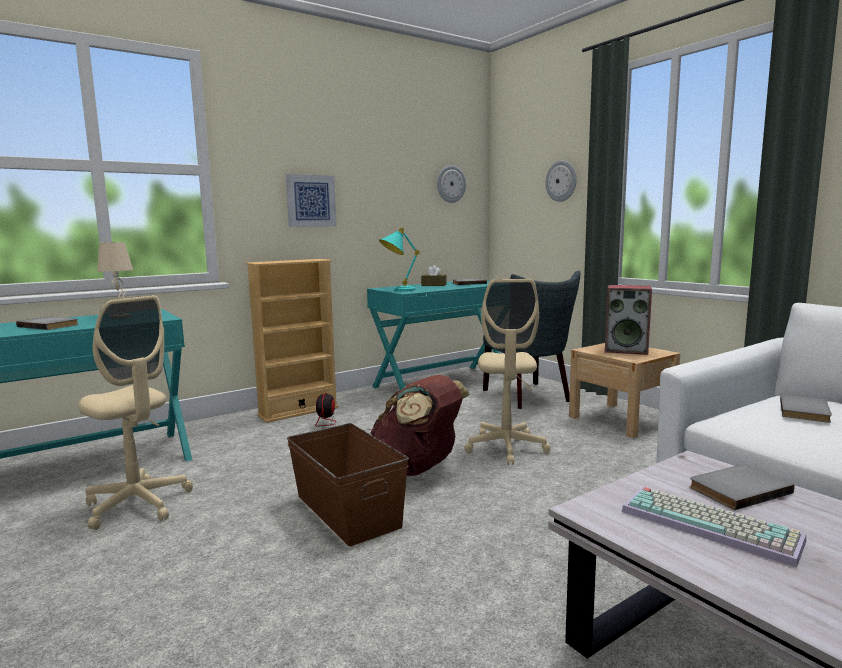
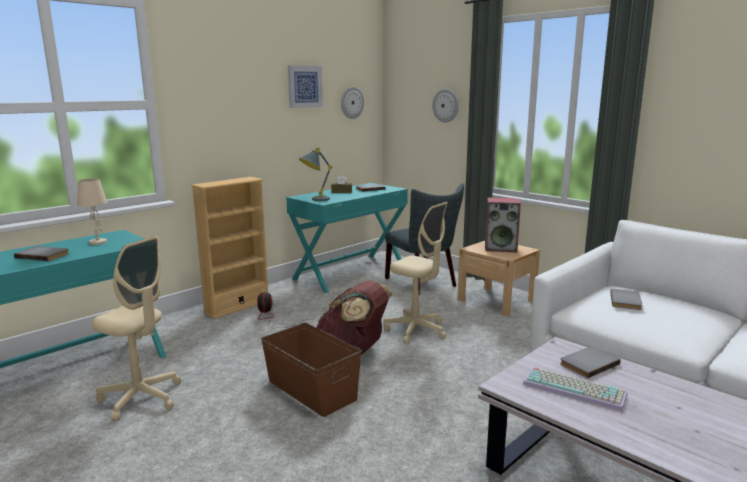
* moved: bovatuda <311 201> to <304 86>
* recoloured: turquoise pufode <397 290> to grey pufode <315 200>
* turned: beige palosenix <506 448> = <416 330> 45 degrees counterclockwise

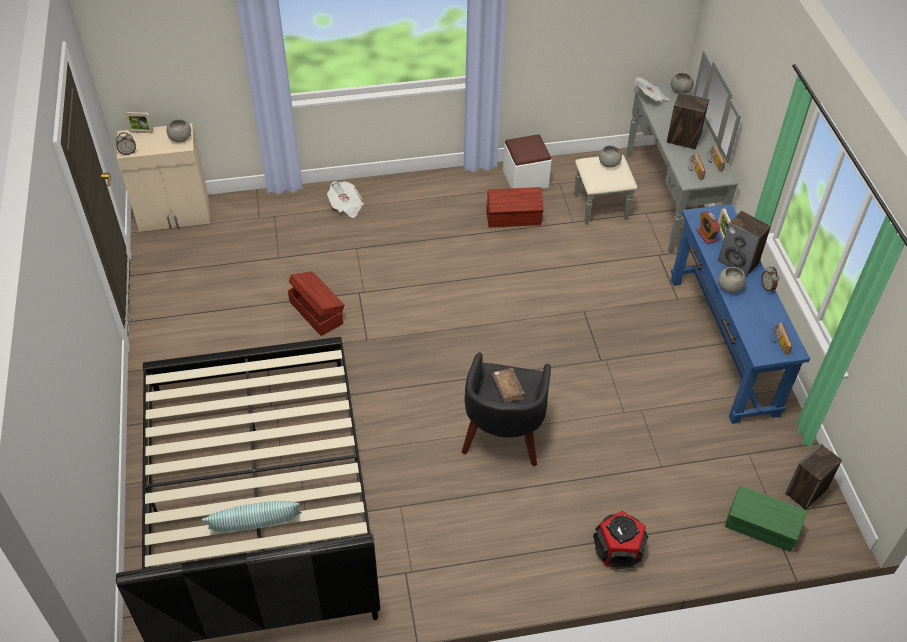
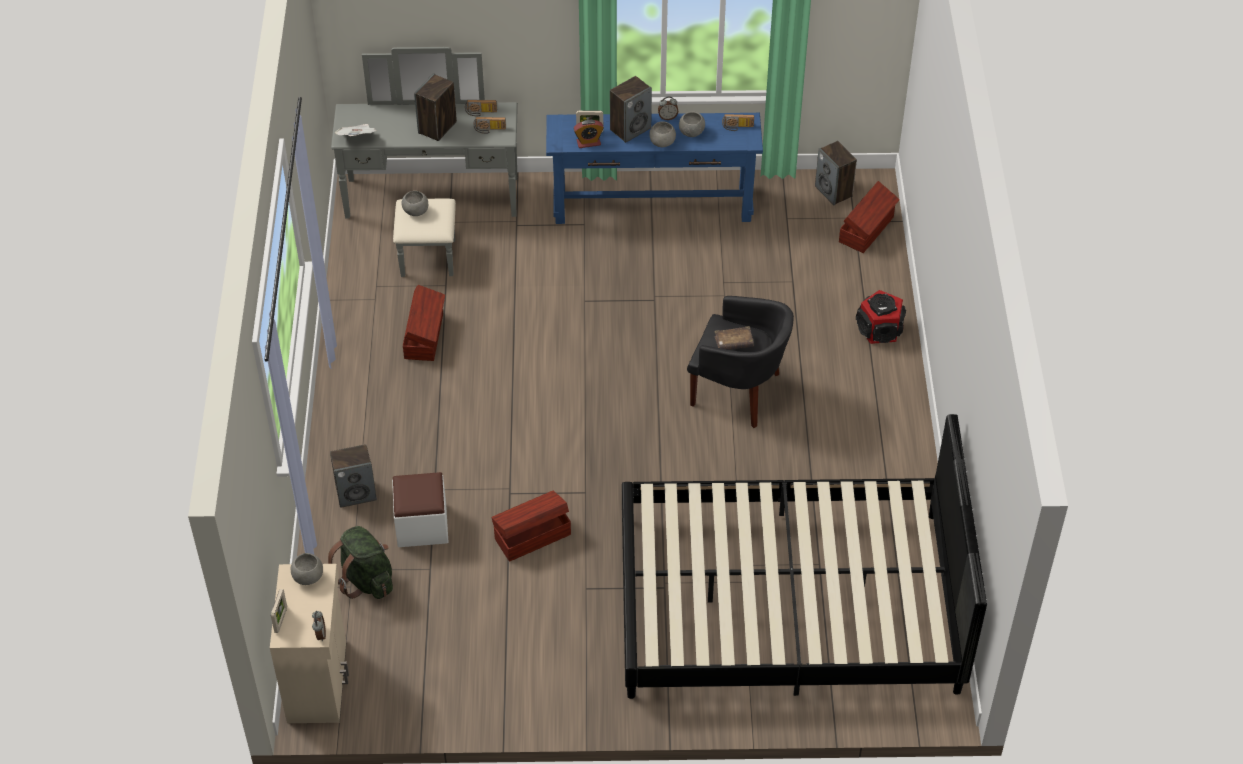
* removed: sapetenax <255 526>
* added: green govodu <365 579>
* moved: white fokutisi <525 178> to <422 525>
* moved: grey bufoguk <680 91> to <692 132>
* replaced: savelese <346 206> to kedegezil <356 493>
* recoloured: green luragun <761 528> to brown luragun <867 229>

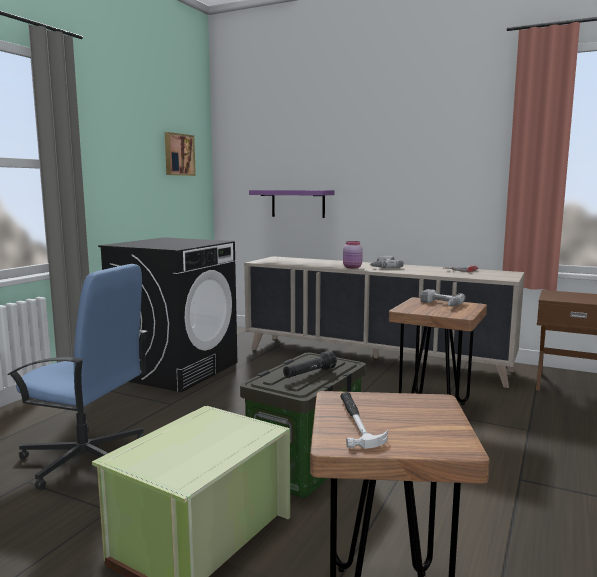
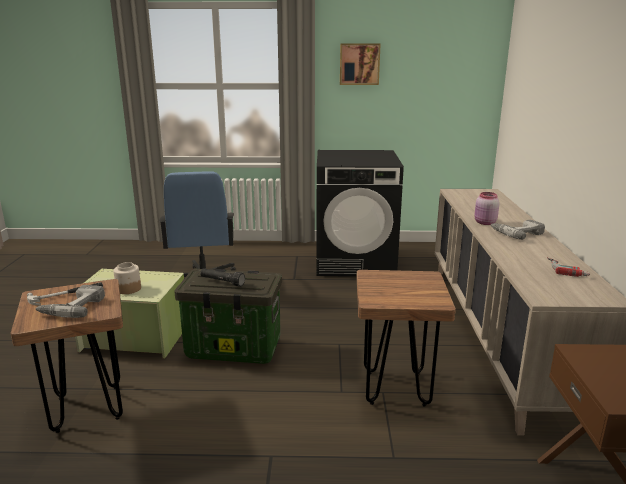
* removed: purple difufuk <298 203>
* added: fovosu <128 289>
* moved: bovatuda <178 154> to <359 64>
* moved: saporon <440 304> to <72 307>

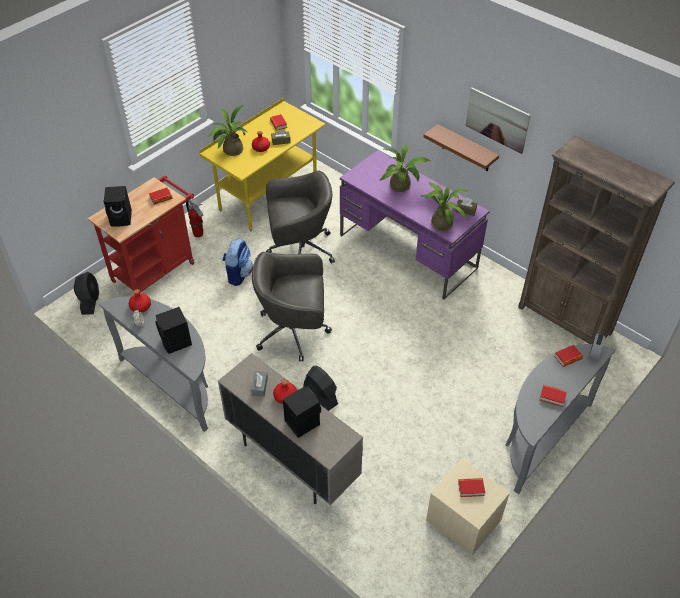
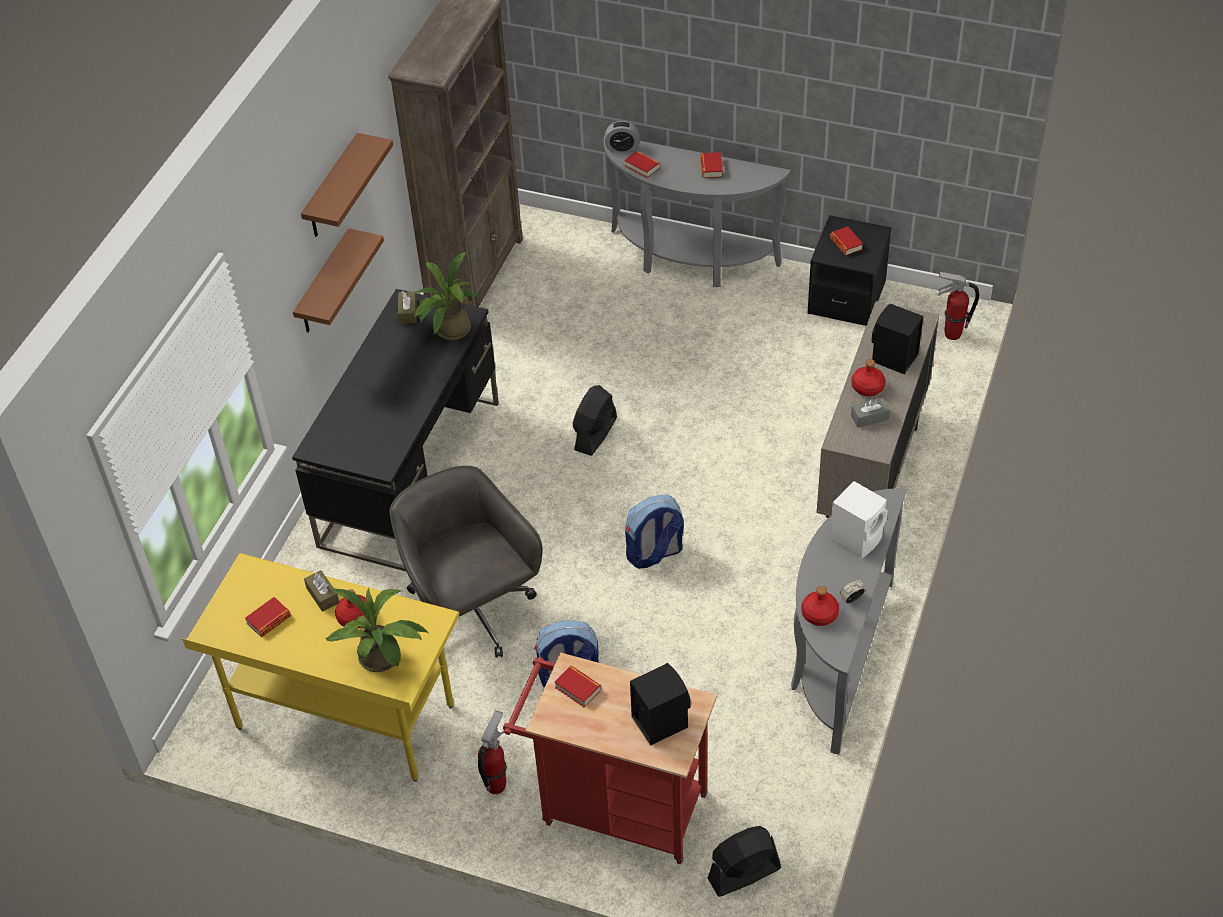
* removed: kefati <402 186>
* added: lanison <952 334>
* moved: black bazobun <320 395> to <595 434>
* replaced: grey palosenix <294 332> to govodu <654 554>
* replaced: bovatuda <497 120> to brown difufuk <332 189>
* recoloured: black kedegezil <176 343> to white kedegezil <857 538>
* recoloured: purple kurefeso <408 252> to black kurefeso <411 473>
* recoloured: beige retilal <463 521> to black retilal <846 298>

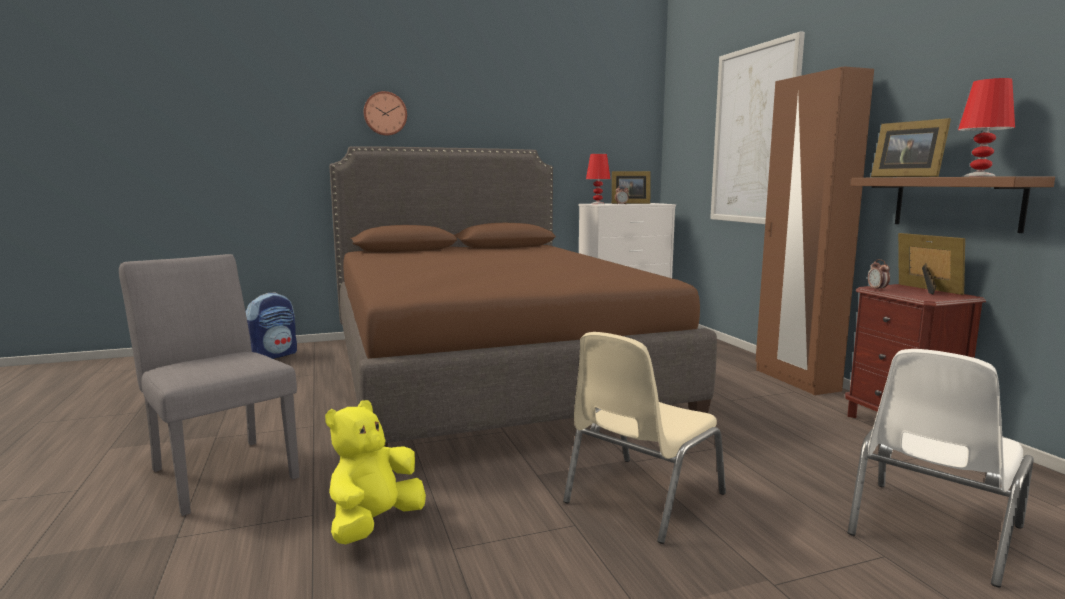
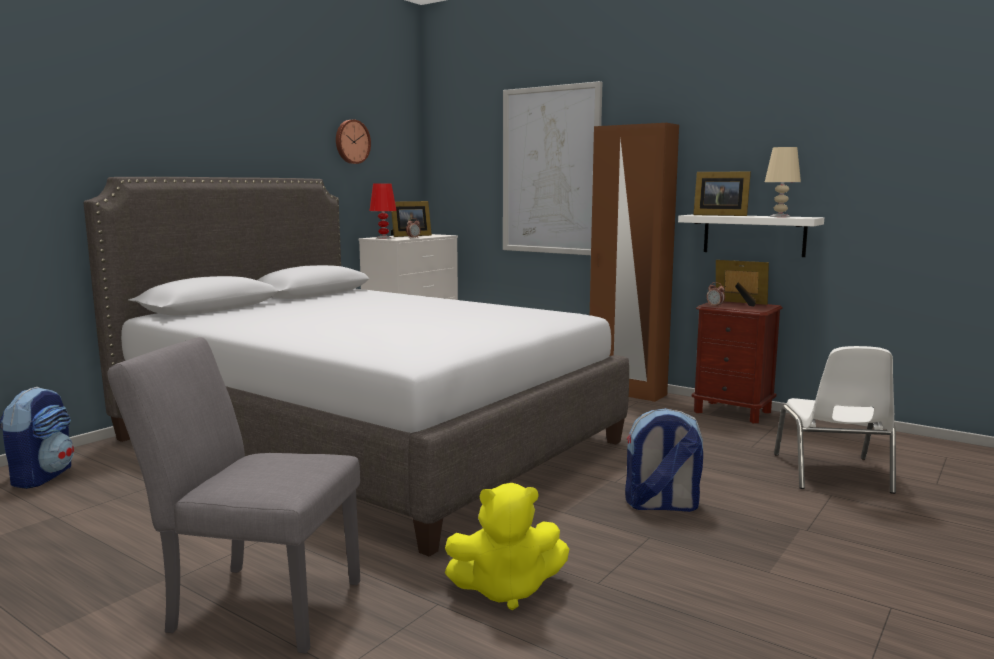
* moved: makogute <385 113> to <351 141>
* replaced: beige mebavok <641 498> to govodu <661 505>
* recoloured: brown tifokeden <487 374> to grey tifokeden <366 441>
* recoloured: brown difufuk <956 202> to white difufuk <754 235>
* recoloured: red pufode <979 176> to beige pufode <779 216>
* turned: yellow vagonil <374 524> = <506 590> 90 degrees counterclockwise

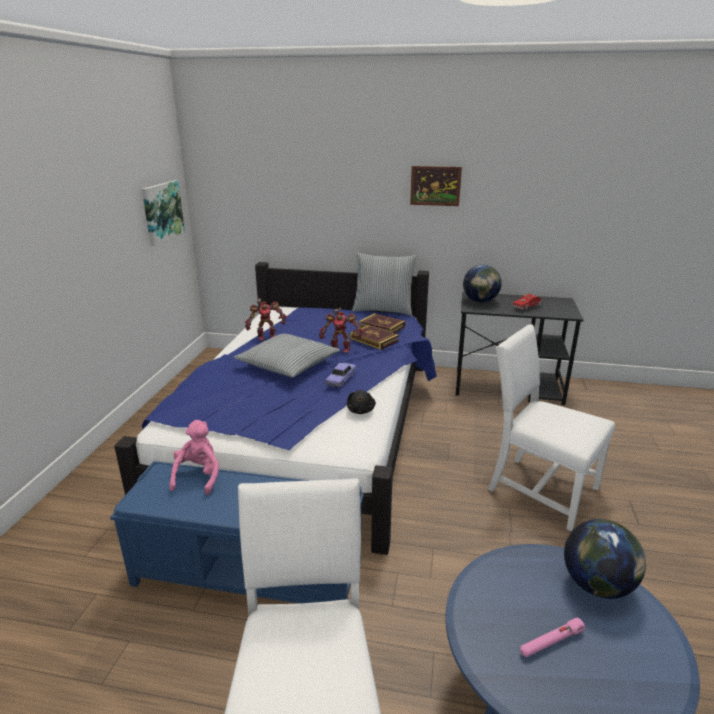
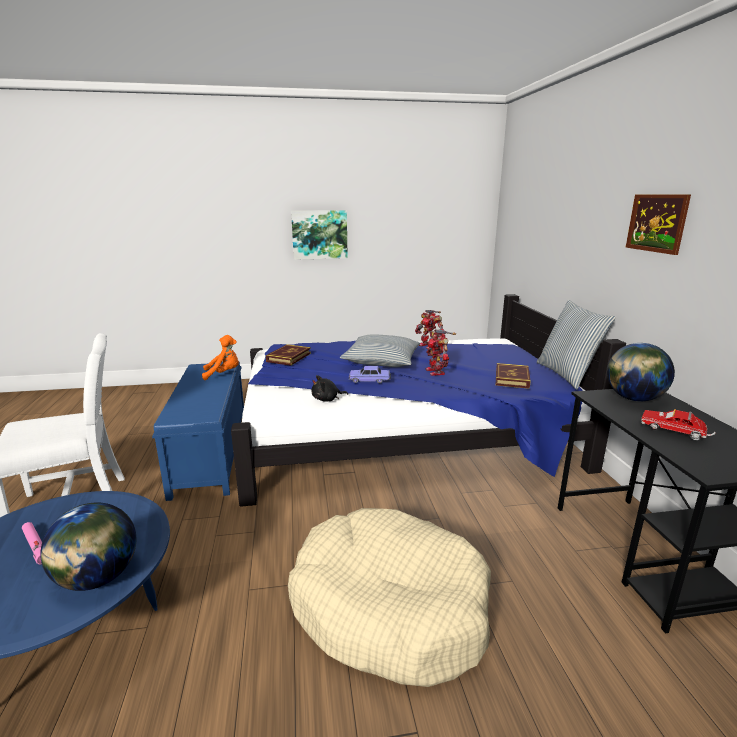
* moved: bovatuda <162 212> to <319 234>
* moved: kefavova <374 340> to <289 357>
* replaced: white mebavok <538 489> to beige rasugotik <389 607>
* recoloured: pink vagonil <198 476> to orange vagonil <223 374>

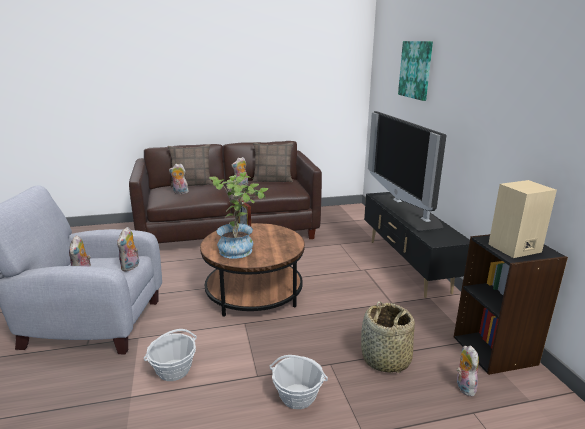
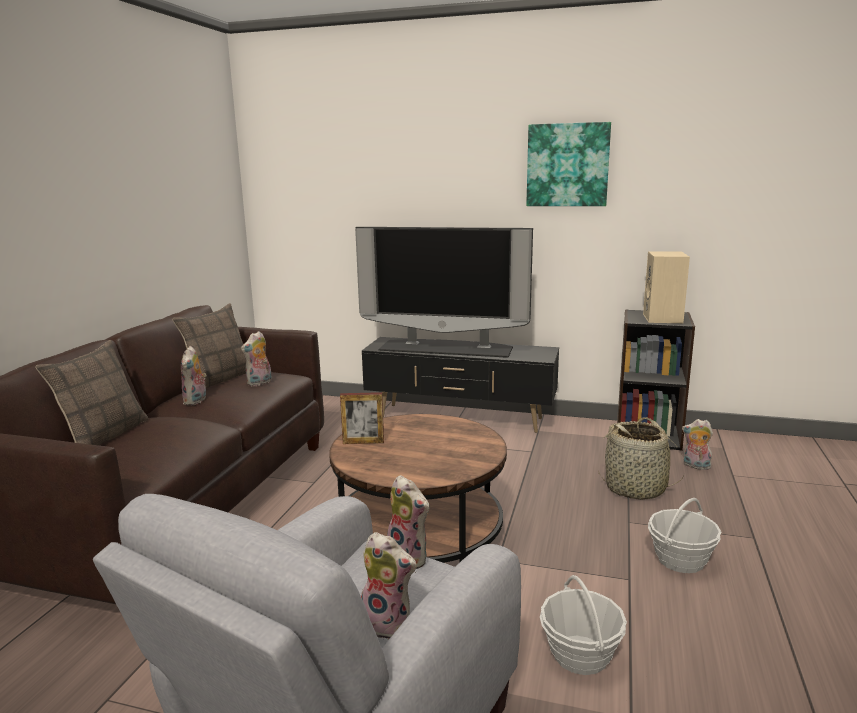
* removed: kefati <240 249>
* moved: vagonil <180 192> to <259 383>
* moved: bovatuda <416 70> to <567 165>

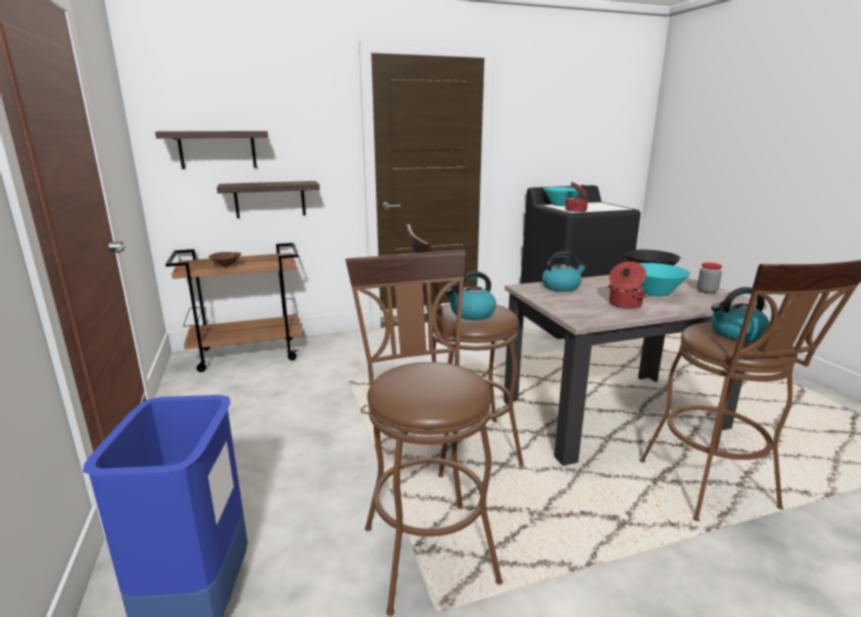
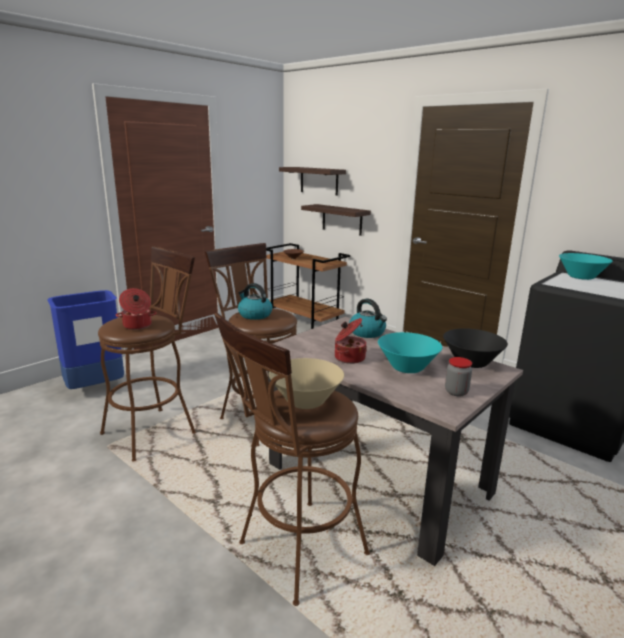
* moved: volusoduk <576 210> to <137 326>
* replaced: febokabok <736 333> to beige bufoguk <305 401>

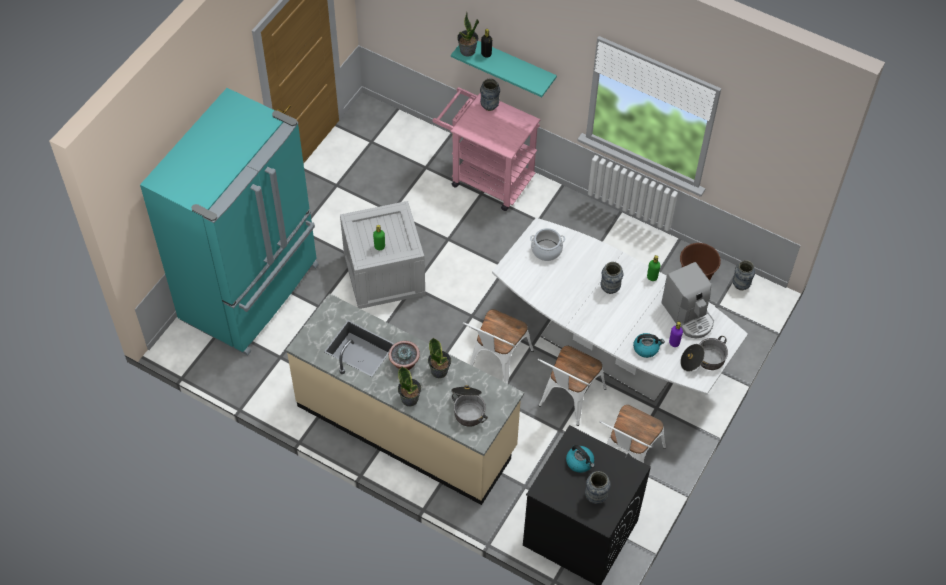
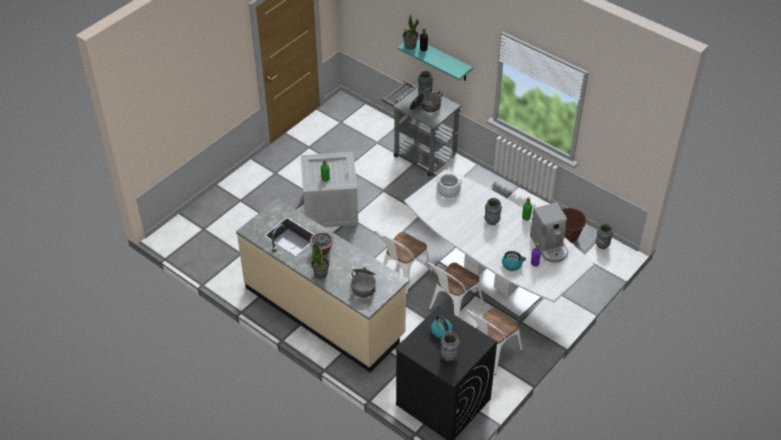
* removed: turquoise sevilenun <252 293>
* removed: kefati <439 371>
* moved: volusoduk <703 360> to <425 107>
* recoloured: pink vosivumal <486 177> to grey vosivumal <420 153>

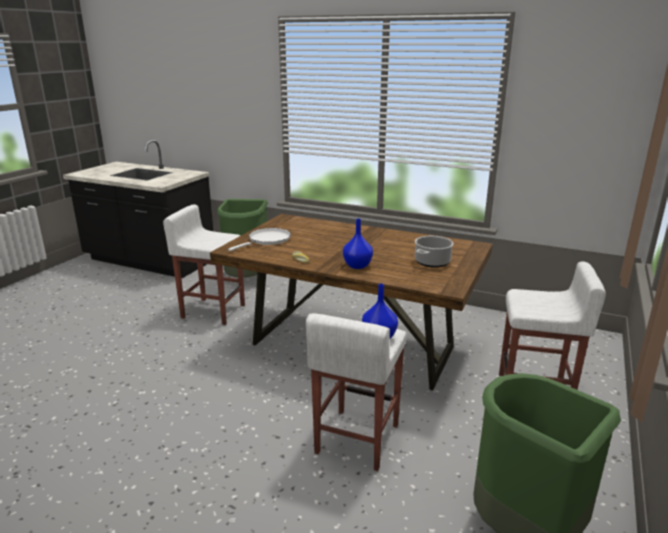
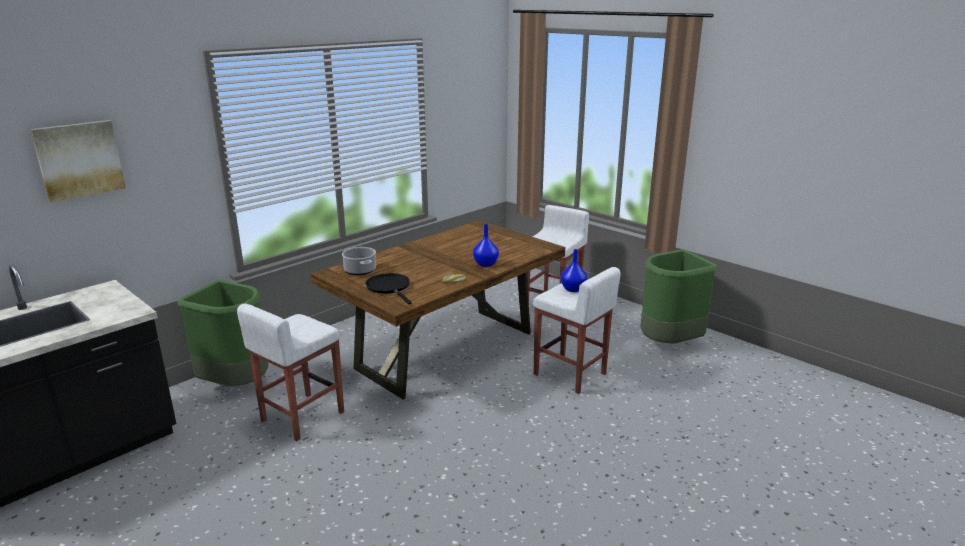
* added: bovatuda <79 159>
* moved: volusoduk <432 262> to <360 271>
* recoloured: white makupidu <267 240> to black makupidu <389 287>

